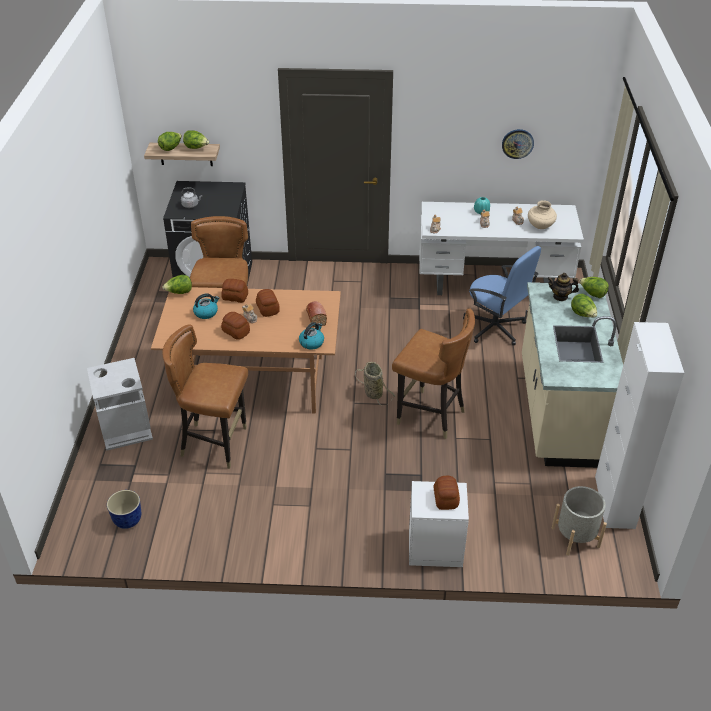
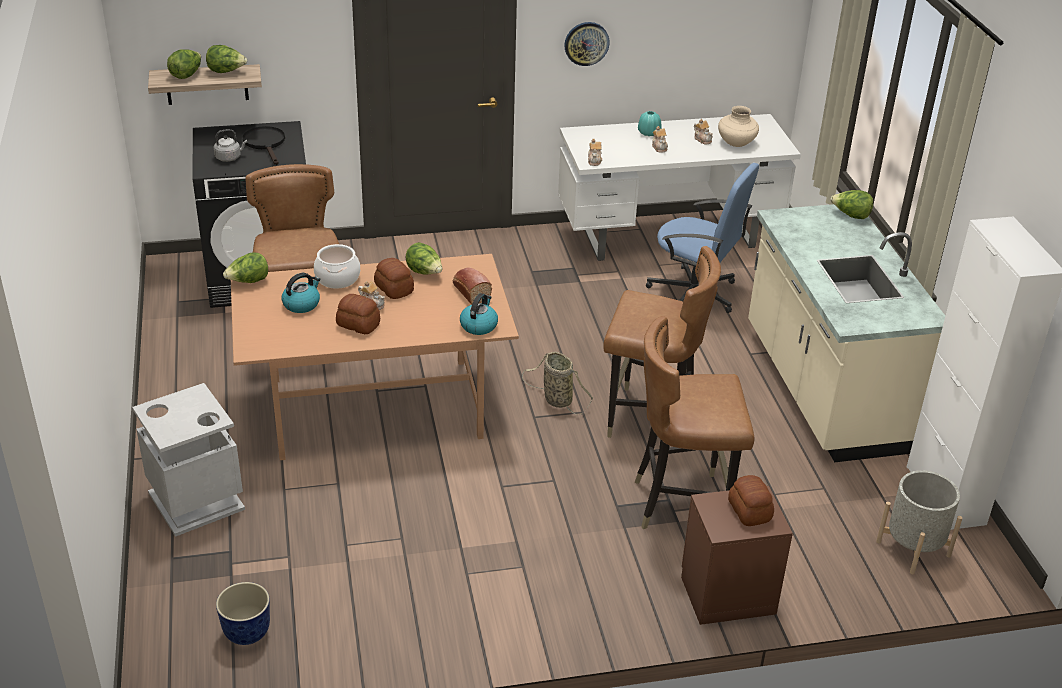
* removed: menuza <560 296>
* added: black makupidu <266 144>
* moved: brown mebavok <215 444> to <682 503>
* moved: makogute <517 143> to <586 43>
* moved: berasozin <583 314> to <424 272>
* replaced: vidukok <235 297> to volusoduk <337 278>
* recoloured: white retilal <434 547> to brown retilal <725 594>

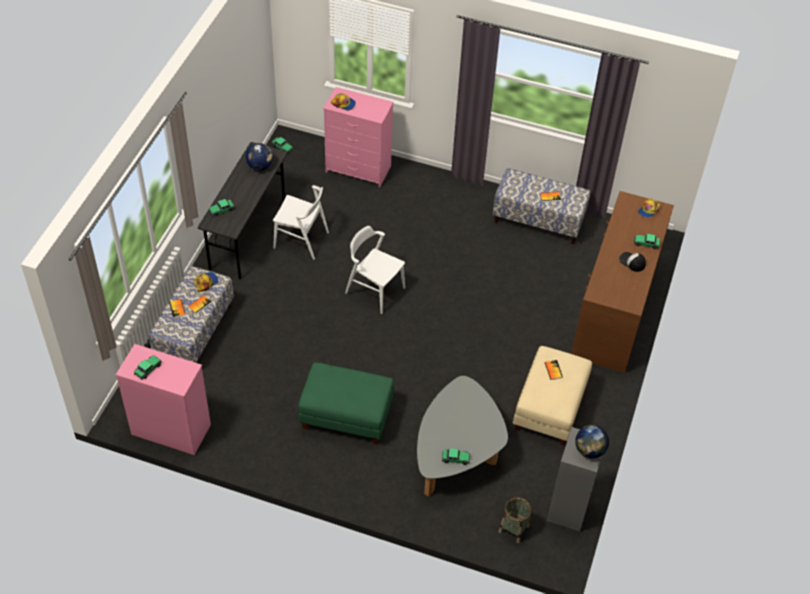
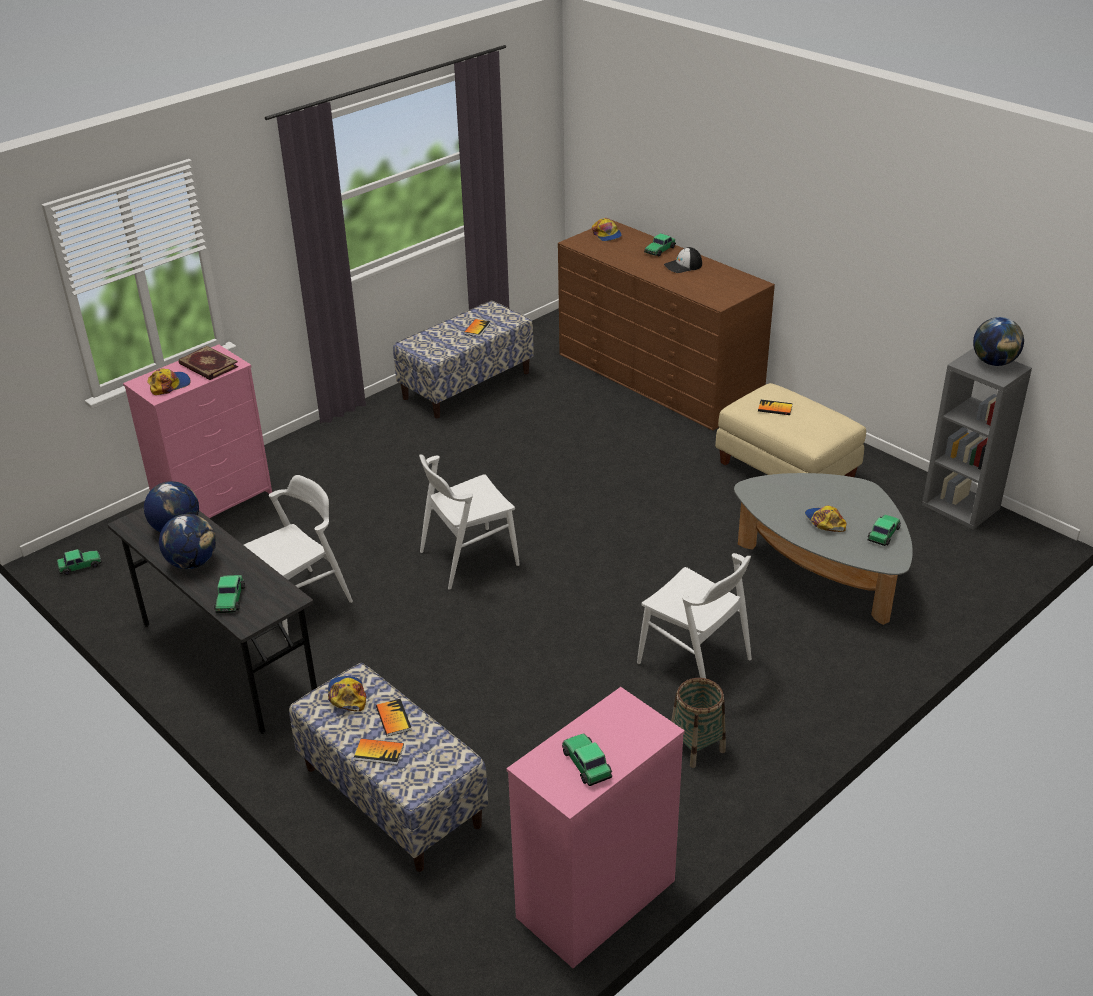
* added: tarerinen <192 562>
* added: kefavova <208 366>
* added: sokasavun <824 522>
* moved: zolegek <513 529> to <696 747>
* replaced: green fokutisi <346 416> to white mebavok <694 661>

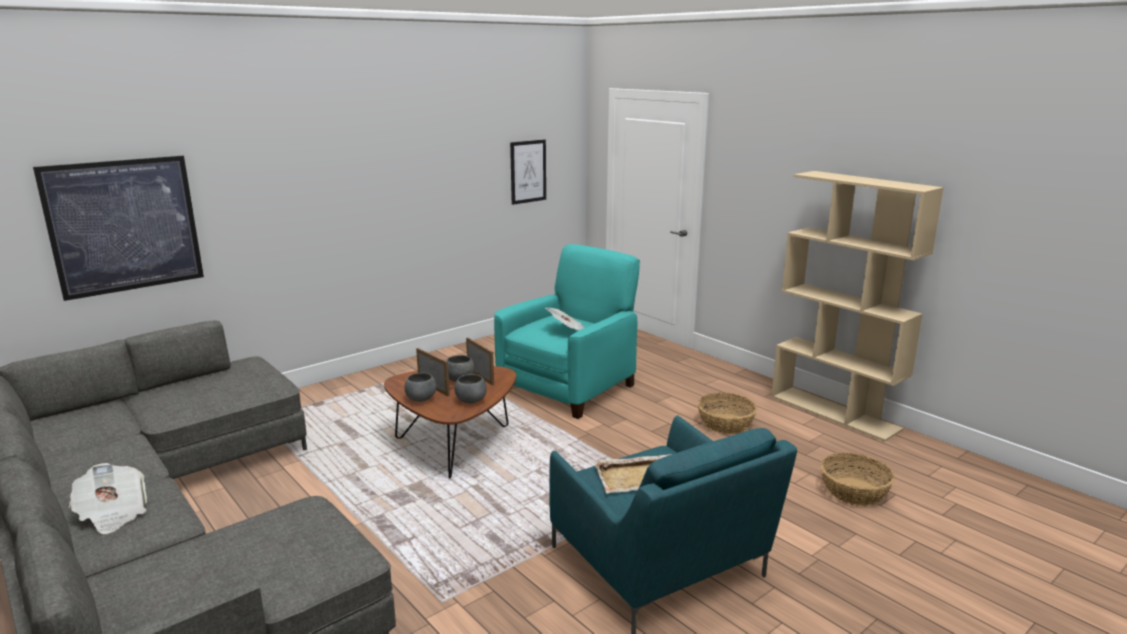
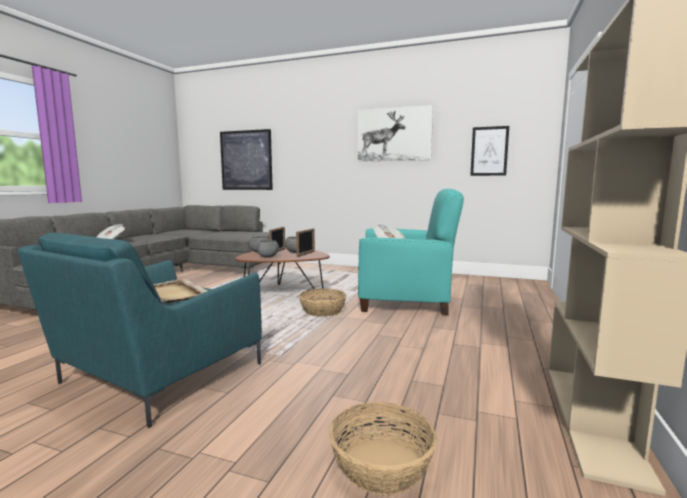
* added: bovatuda <394 134>
* moved: zolegek <726 424> to <323 311>

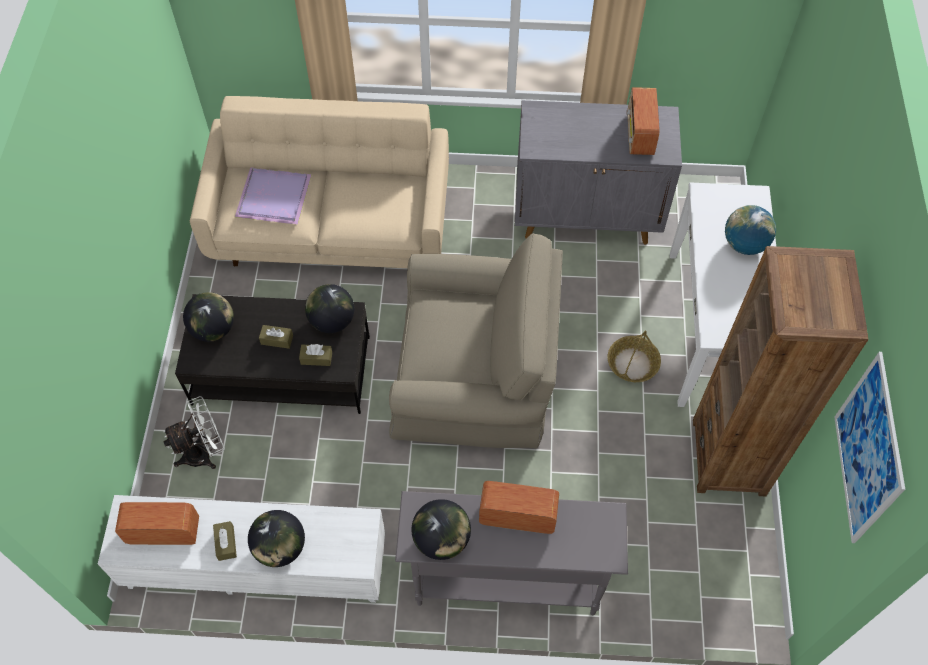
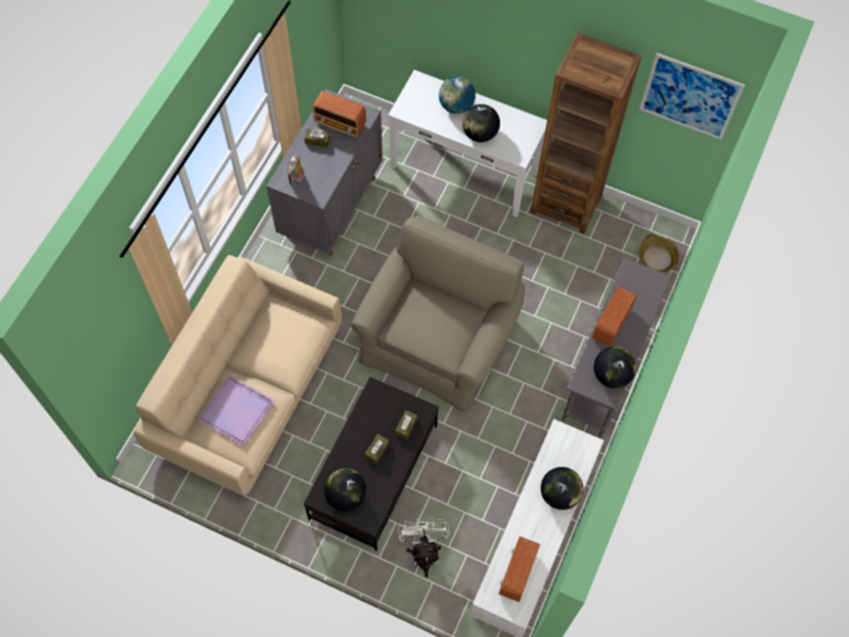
* added: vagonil <297 180>
* moved: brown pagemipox <226 543> to <317 140>
* moved: tarerinen <332 321> to <480 134>
* moved: zolegek <632 364> to <657 258>

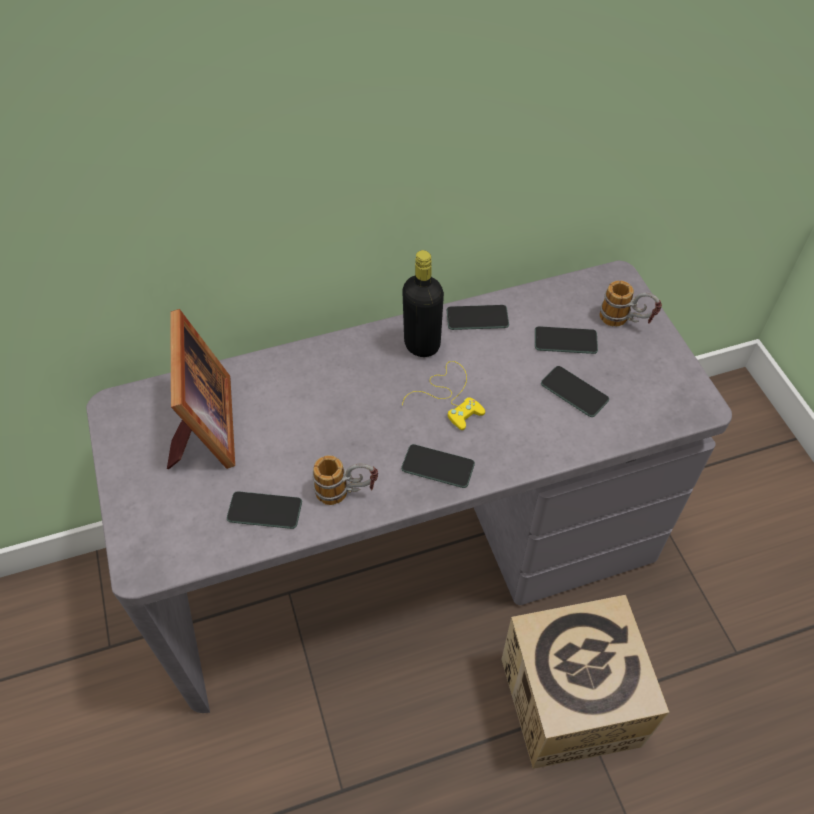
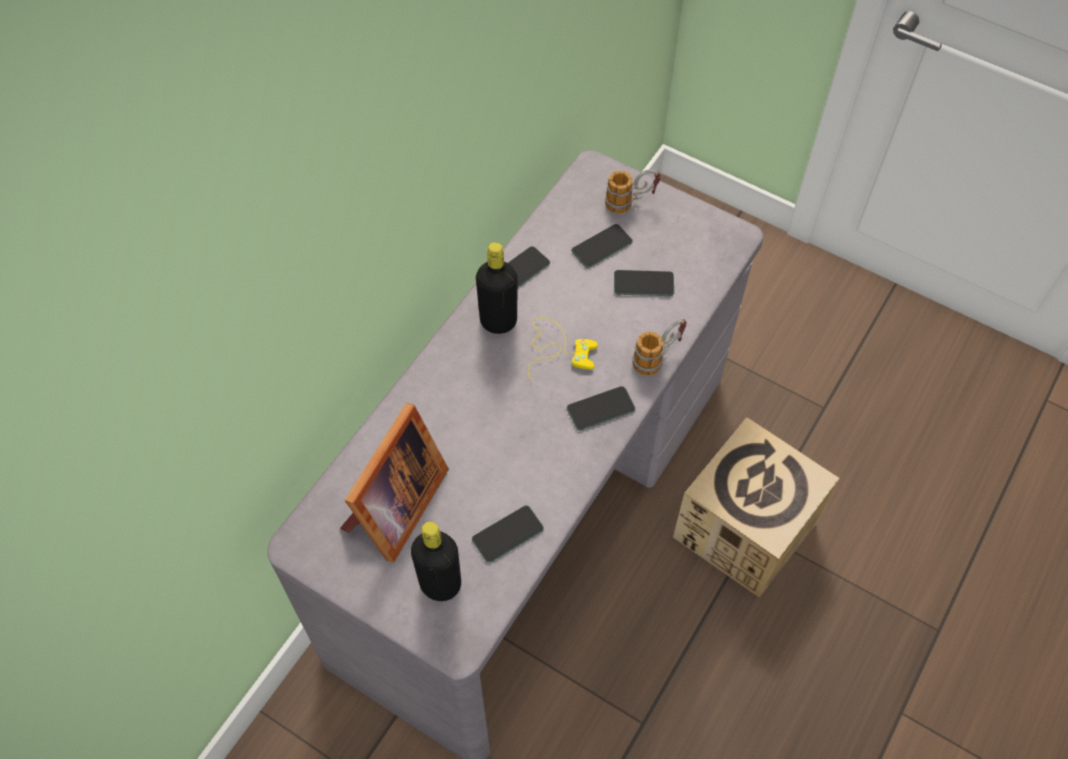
* added: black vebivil <440 584>
* moved: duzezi <347 492> to <658 357>
* turned: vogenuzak <204 428> = <394 508> 75 degrees clockwise

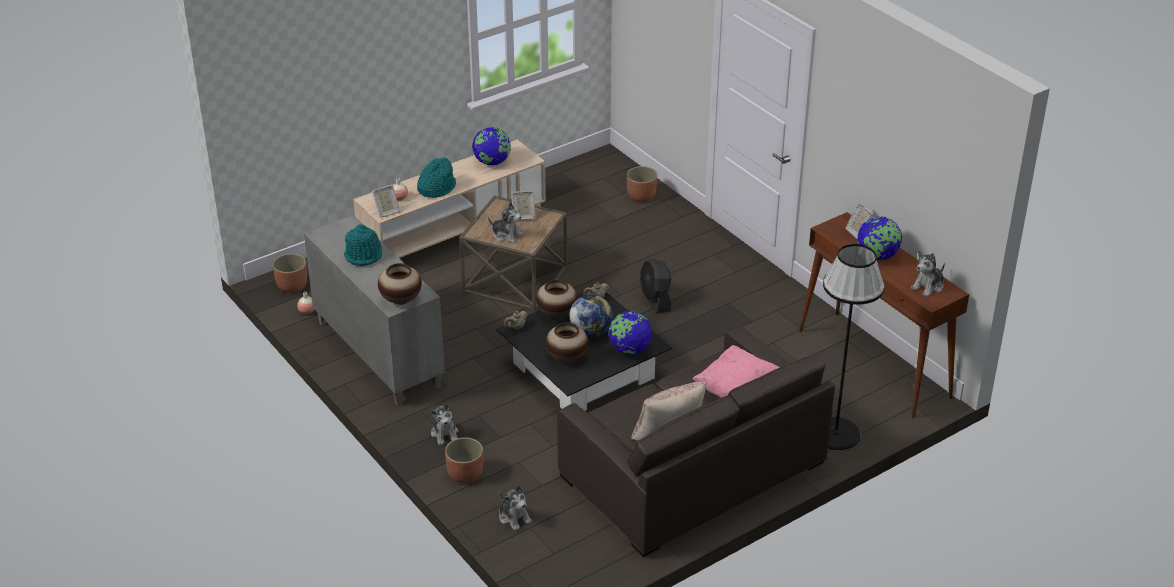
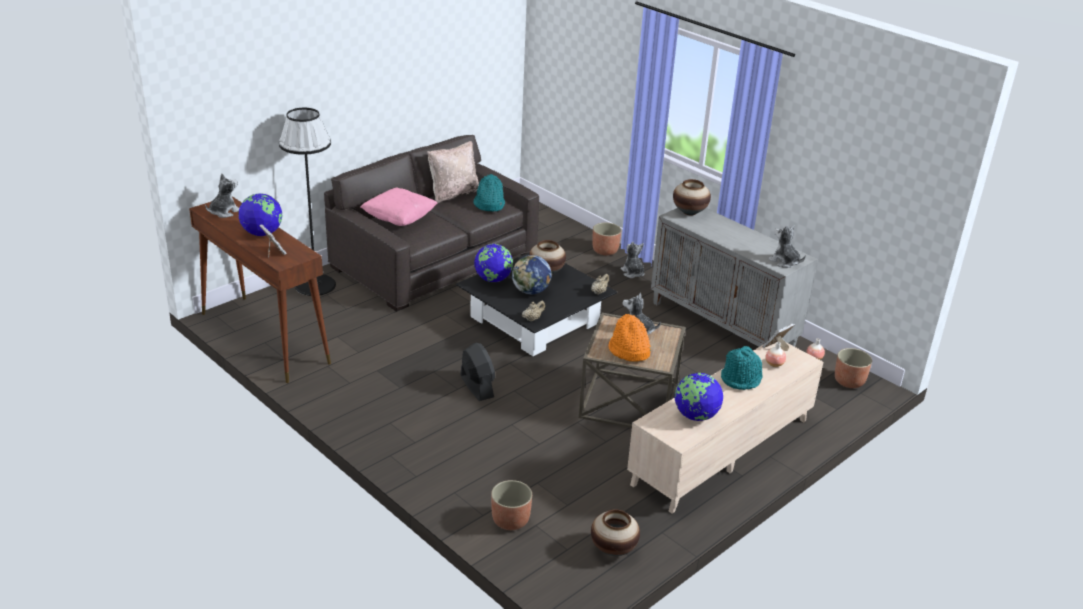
* moved: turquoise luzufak <363 254> to <489 204>
* moved: vagonil <514 517> to <784 262>
* moved: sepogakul <556 314> to <613 549>
* replaced: vogenuzak <523 216> to orange luzufak <628 351>

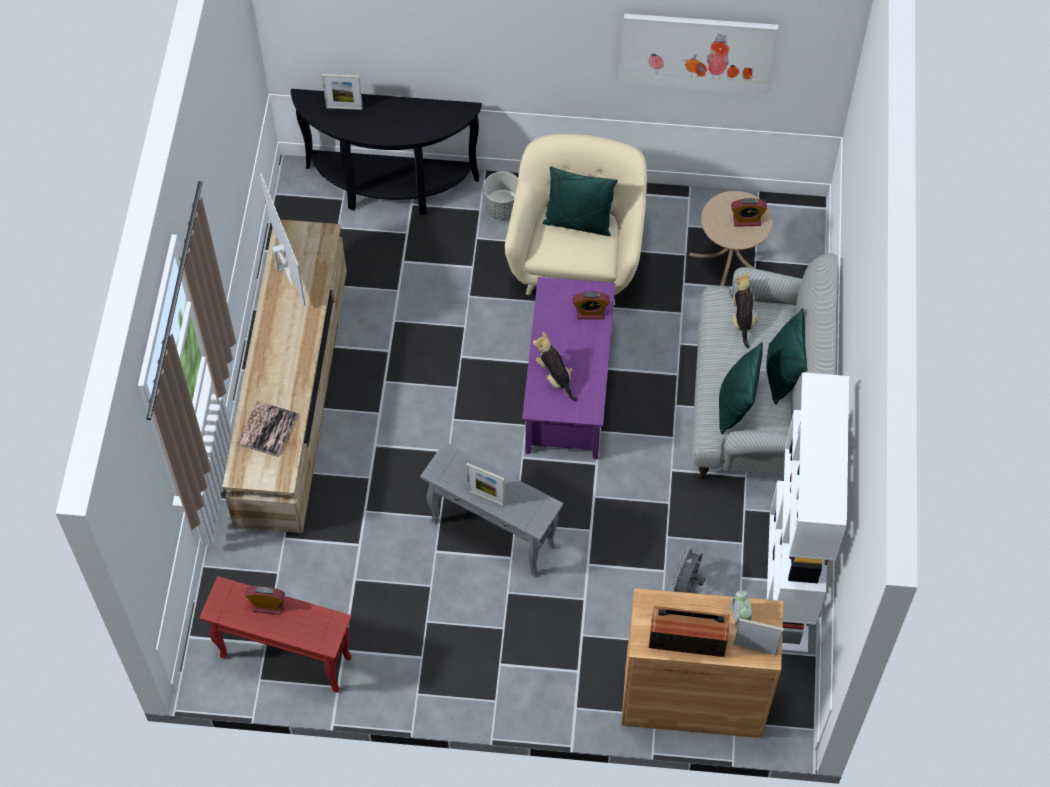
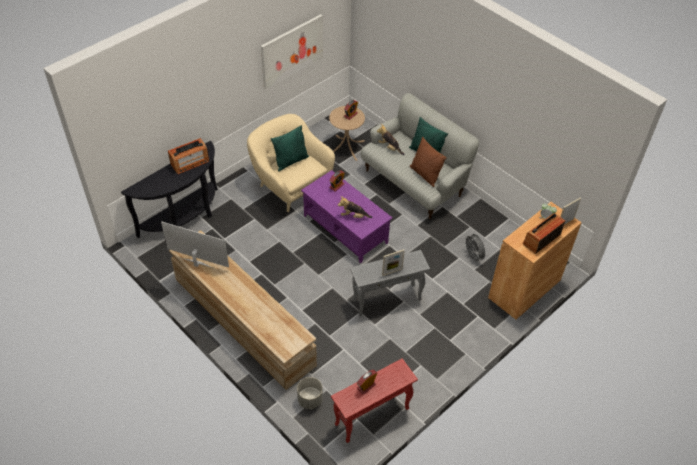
* removed: kefavova <267 429>
* removed: vogenuzak <344 108>
* removed: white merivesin <789 582>
* added: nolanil <190 162>
* moved: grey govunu <503 208> to <310 399>
* recoloured: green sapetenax <735 405> to brown sapetenax <425 175>

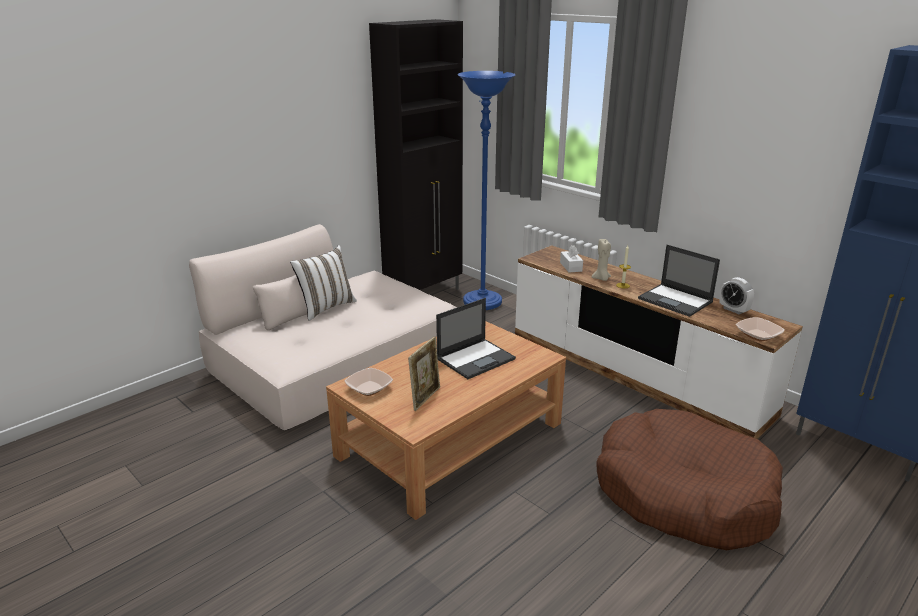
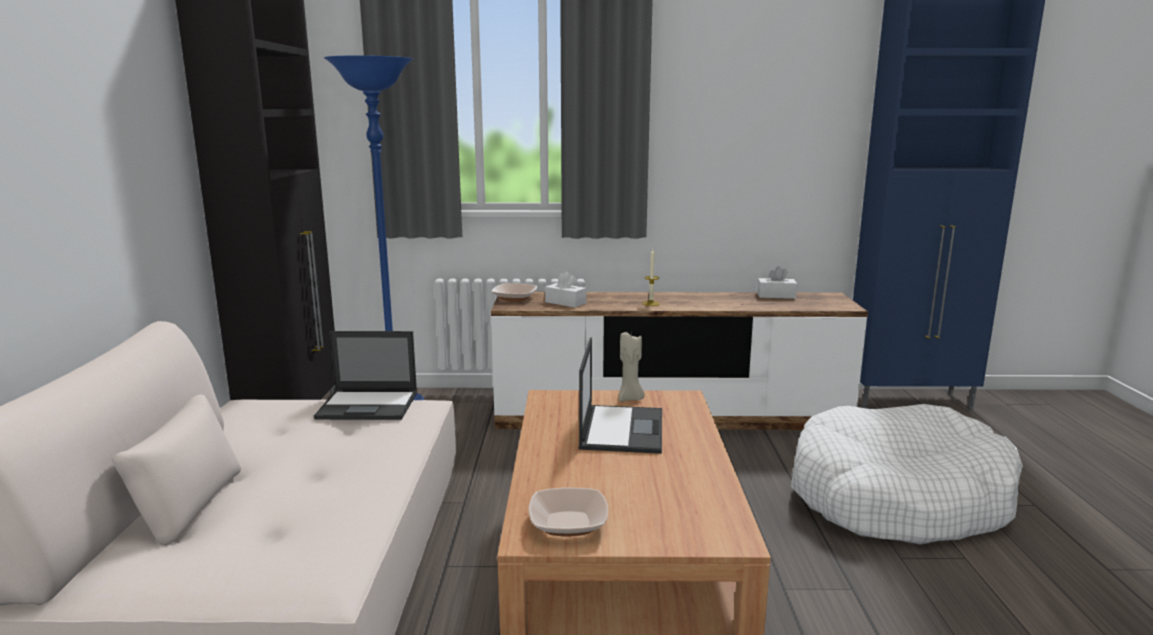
* removed: white sapetenax <326 307>
* removed: vogenuzak <425 398>
* moved: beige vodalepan <601 279> to <630 399>
* moved: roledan <676 300> to <369 405>
* moved: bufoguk <758 335> to <514 298>
* replaced: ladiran <733 310> to white pagemipox <776 295>
* recoloured: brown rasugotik <683 494> to white rasugotik <897 498>

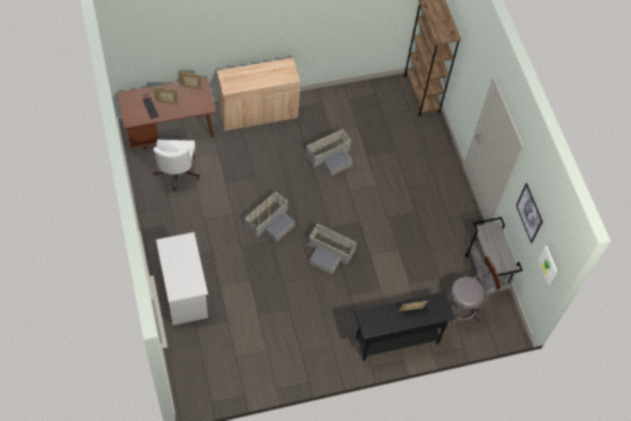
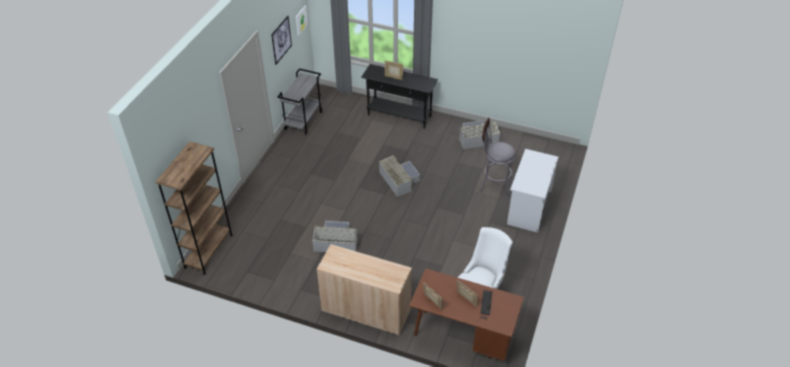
* moved: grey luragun <270 221> to <476 138>
* moved: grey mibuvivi <461 313> to <493 184>

